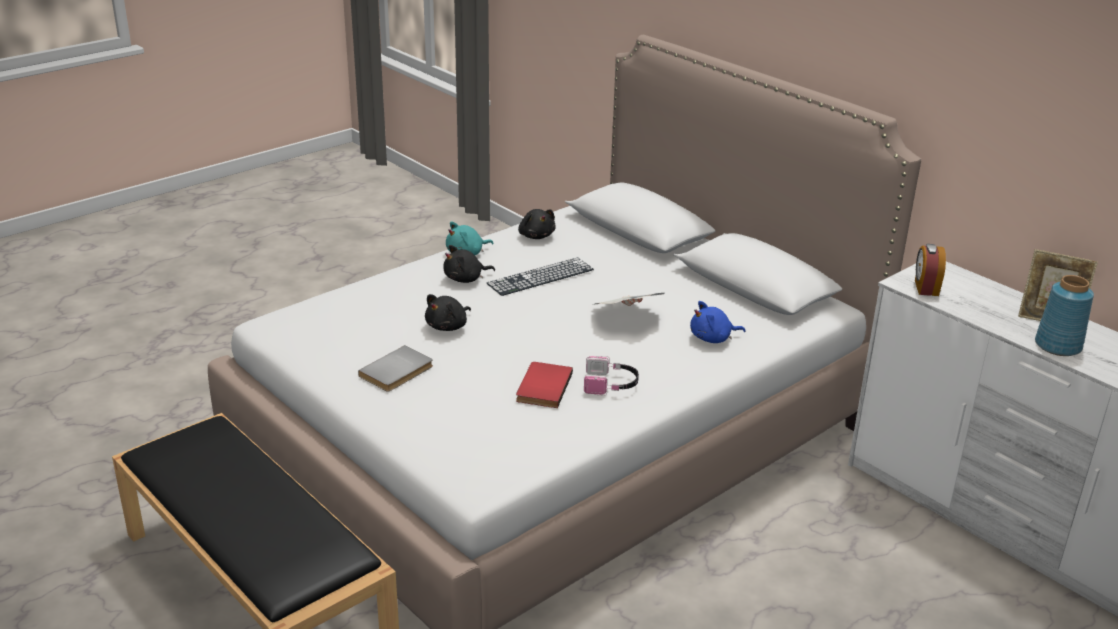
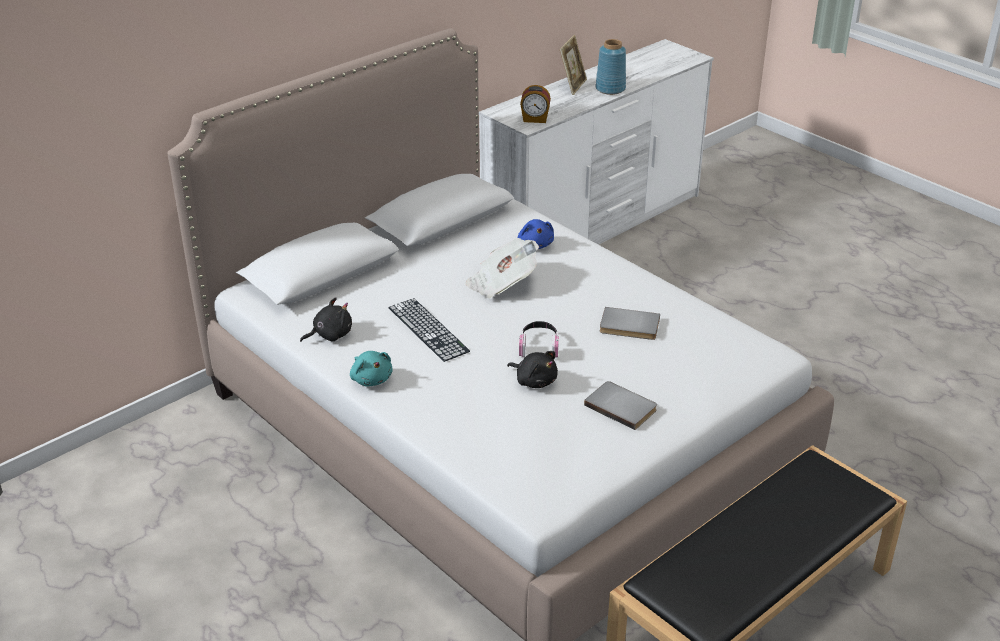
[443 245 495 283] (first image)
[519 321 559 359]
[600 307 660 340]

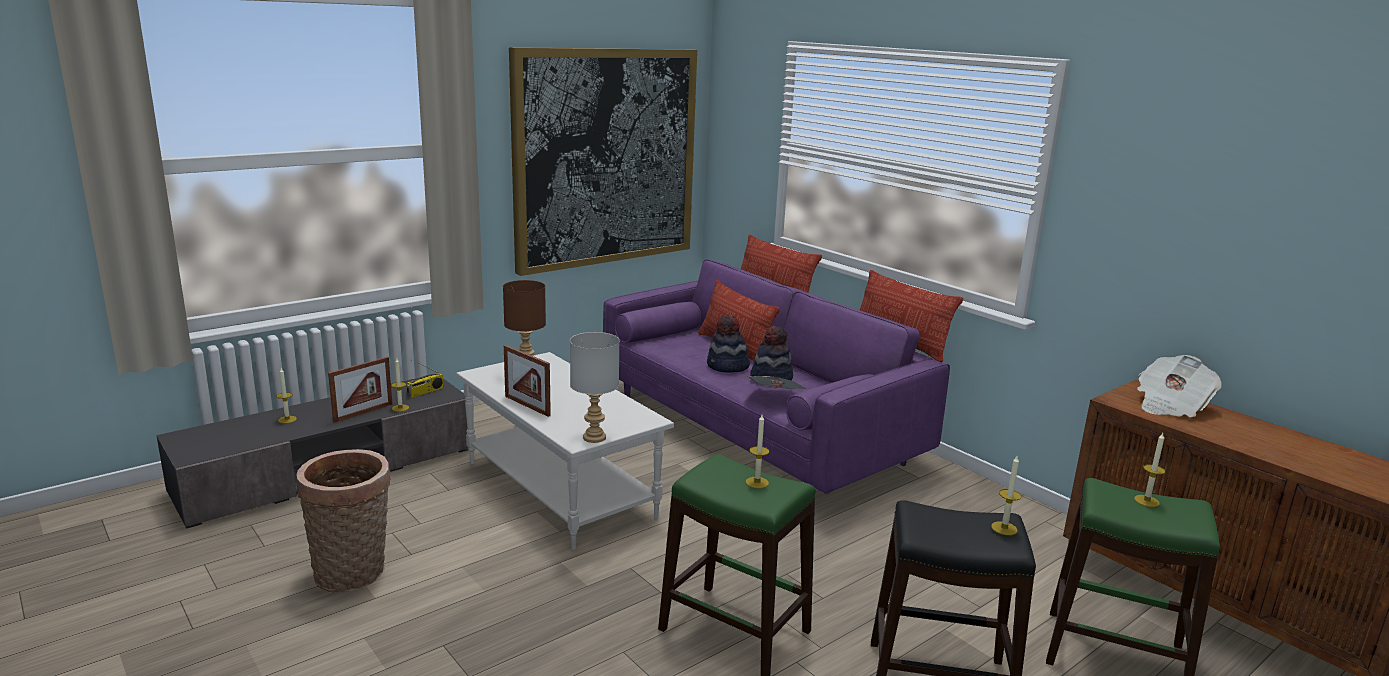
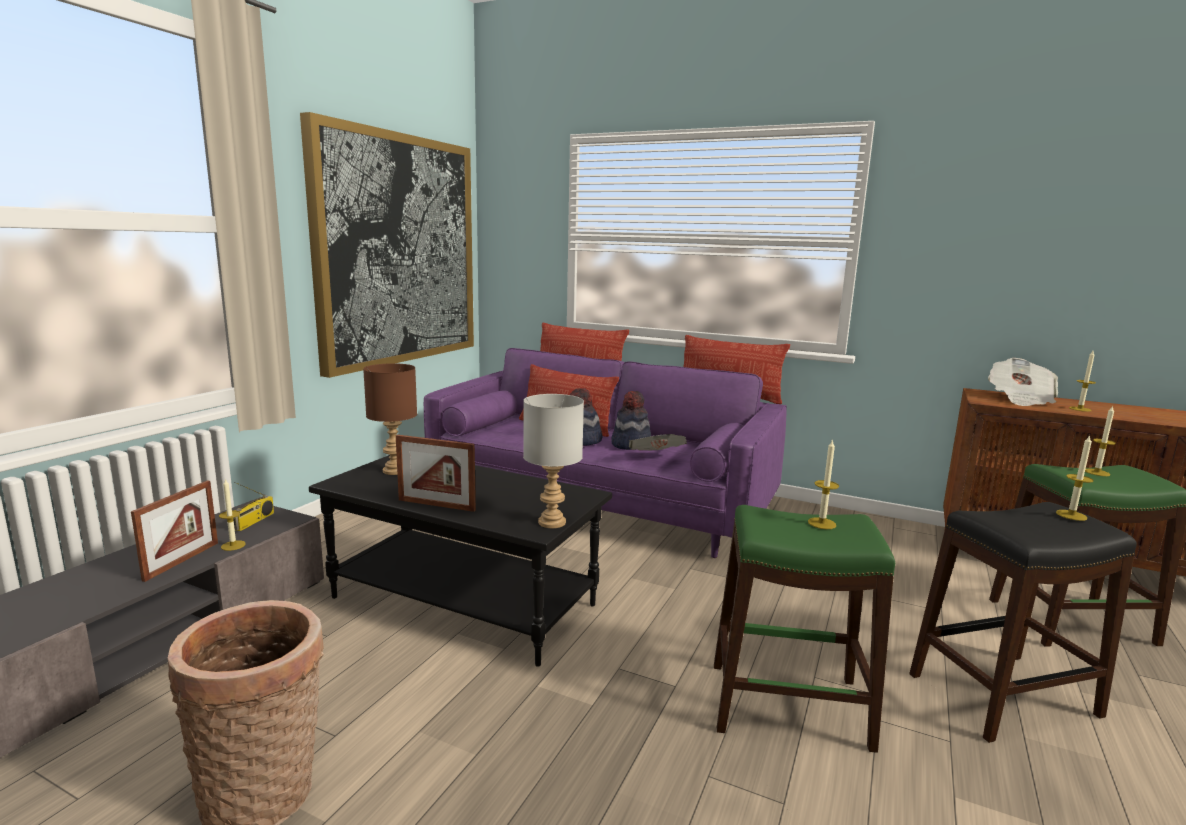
[1069 351 1096 412]
[309 455 612 667]

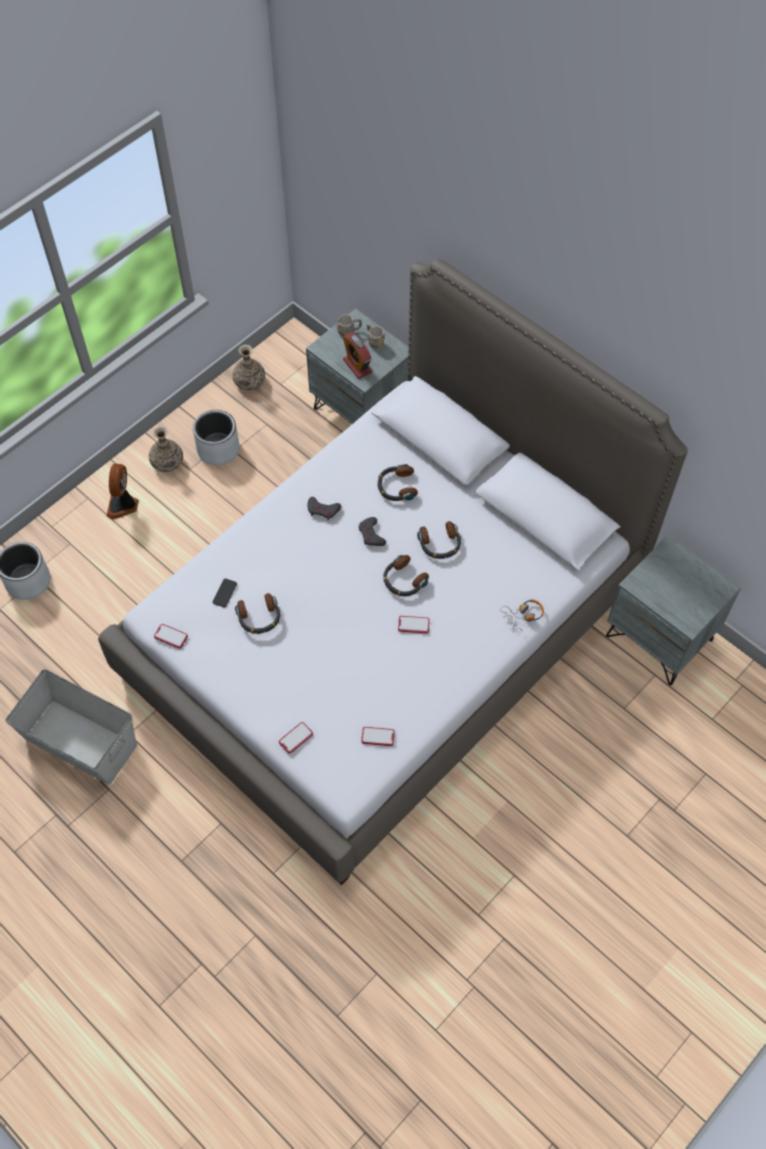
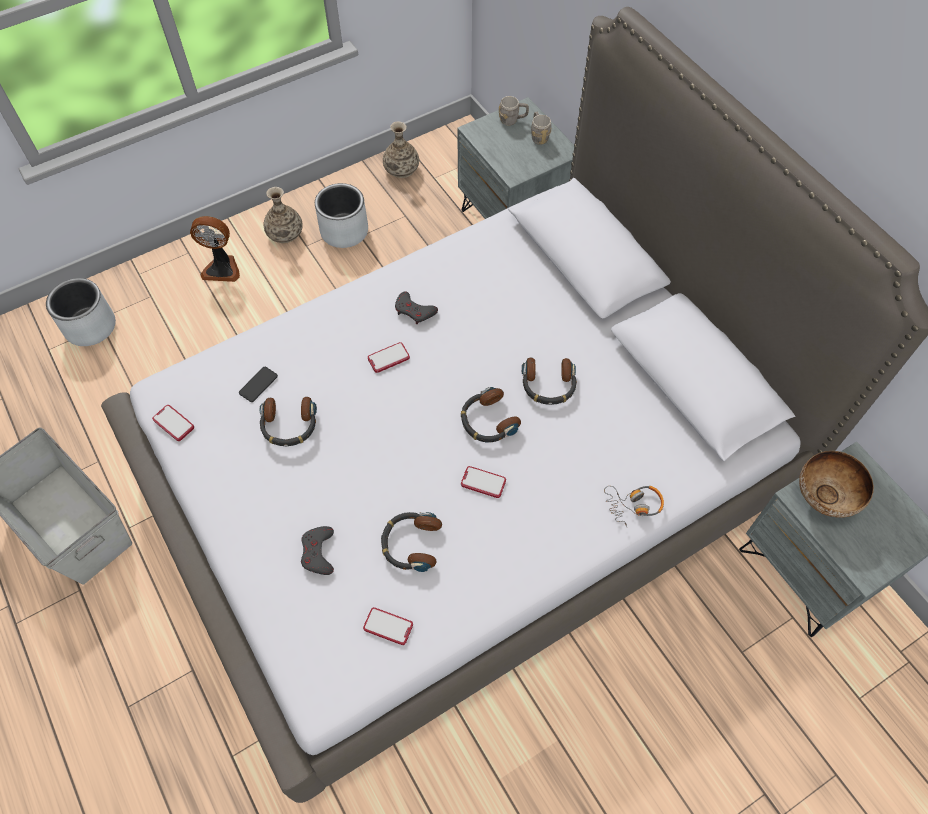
[343 332 372 379] (first image)
[799 451 874 518]
[368 342 410 373]
[301 526 334 575]
[381 512 442 572]
[190 216 240 282]

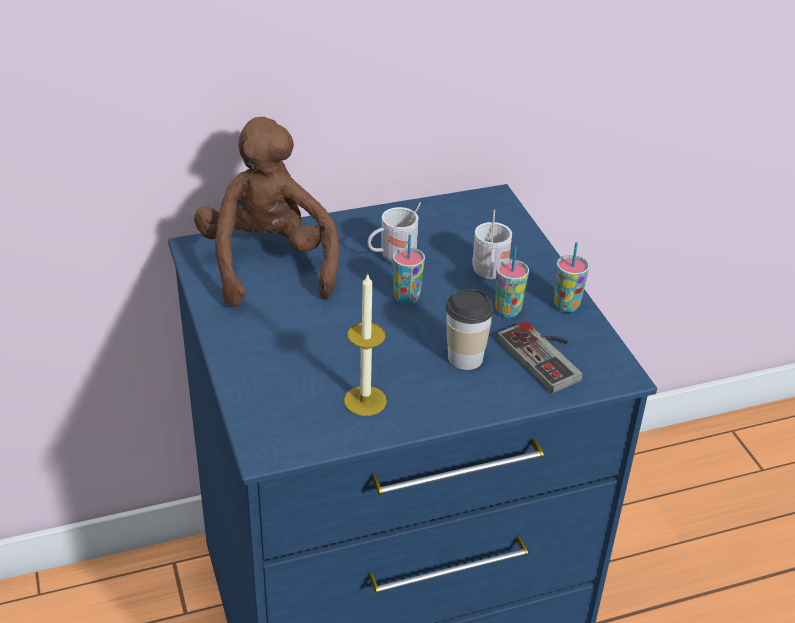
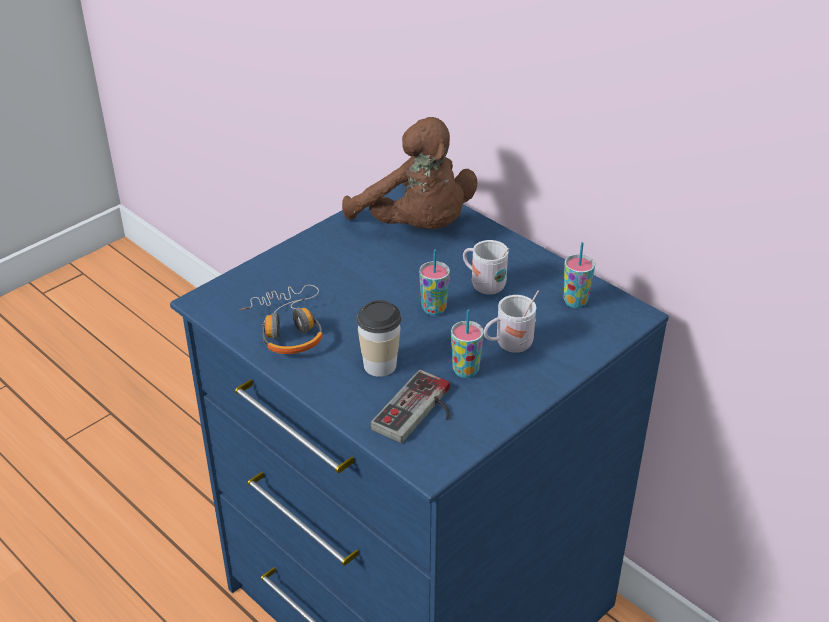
[564 242 595 308]
[239 285 323 354]
[342 117 477 229]

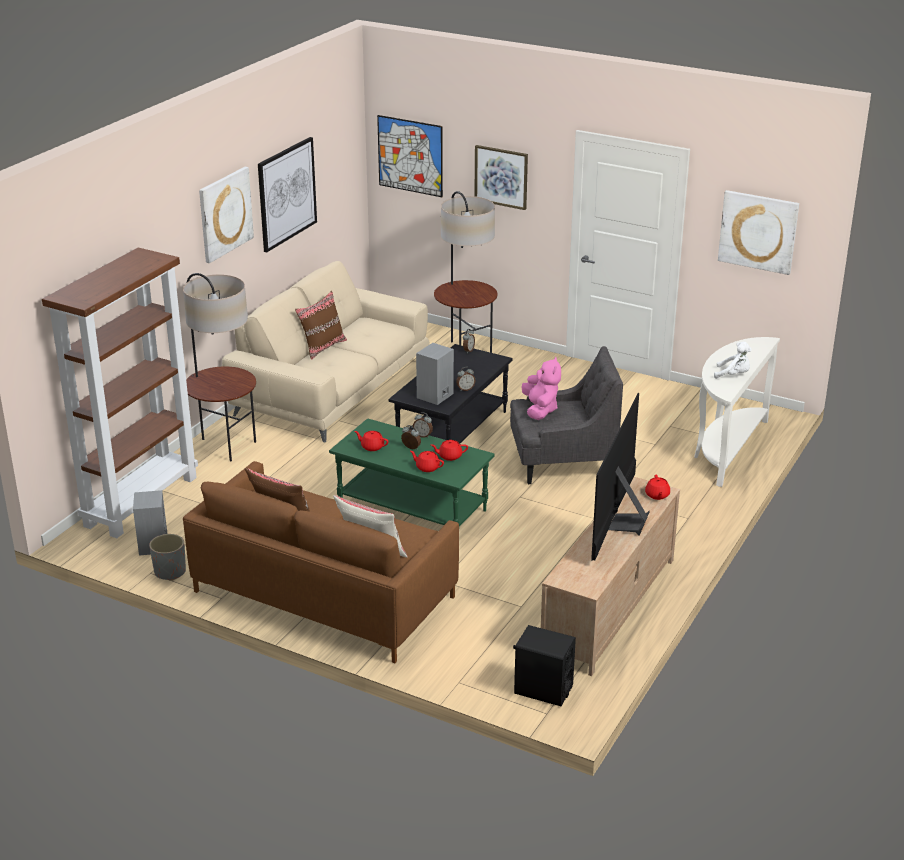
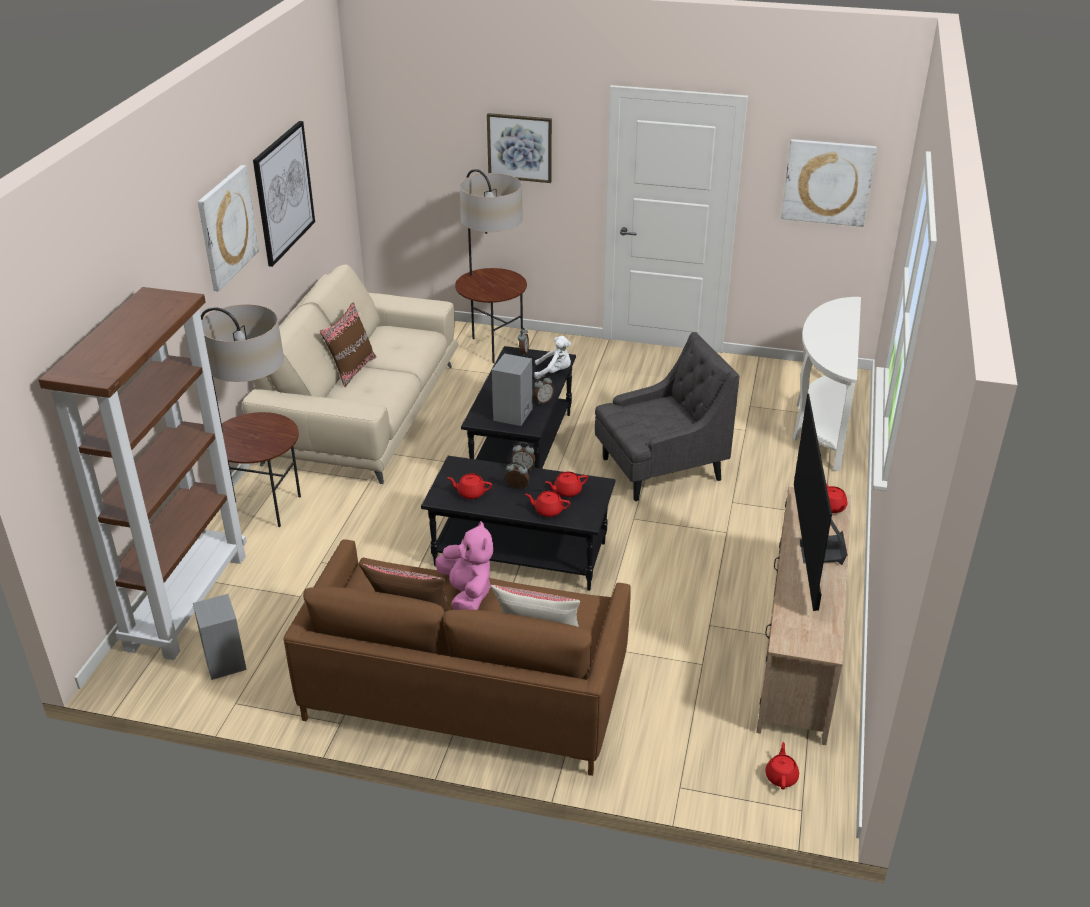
[149 534 186 581] (first image)
[377 115 443 197] (first image)
[435 521 493 610]
[534 336 571 379]
[765 742 799 789]
[421 456 616 591]

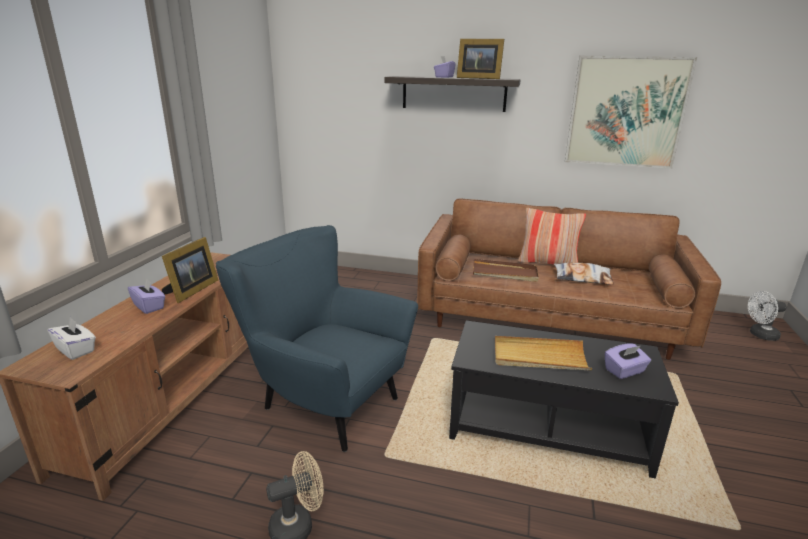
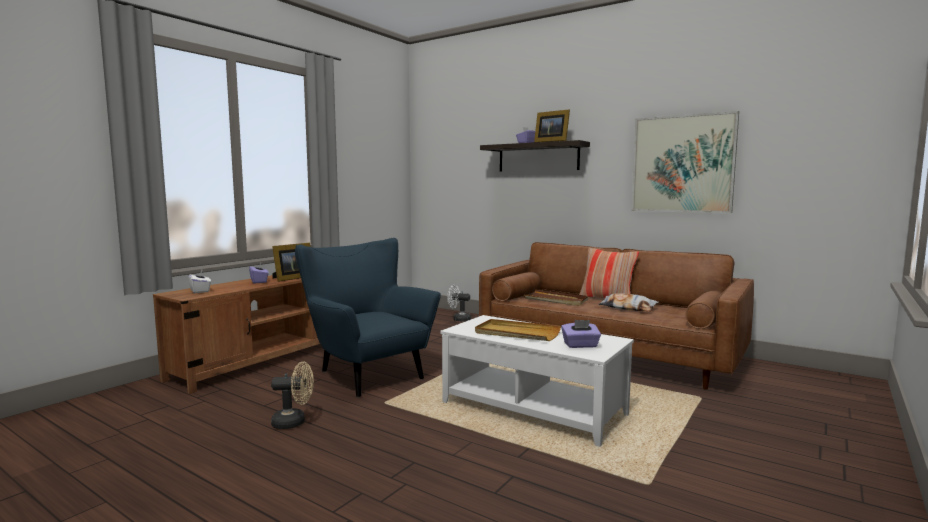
[447 285 471 322]
[440 315 634 447]

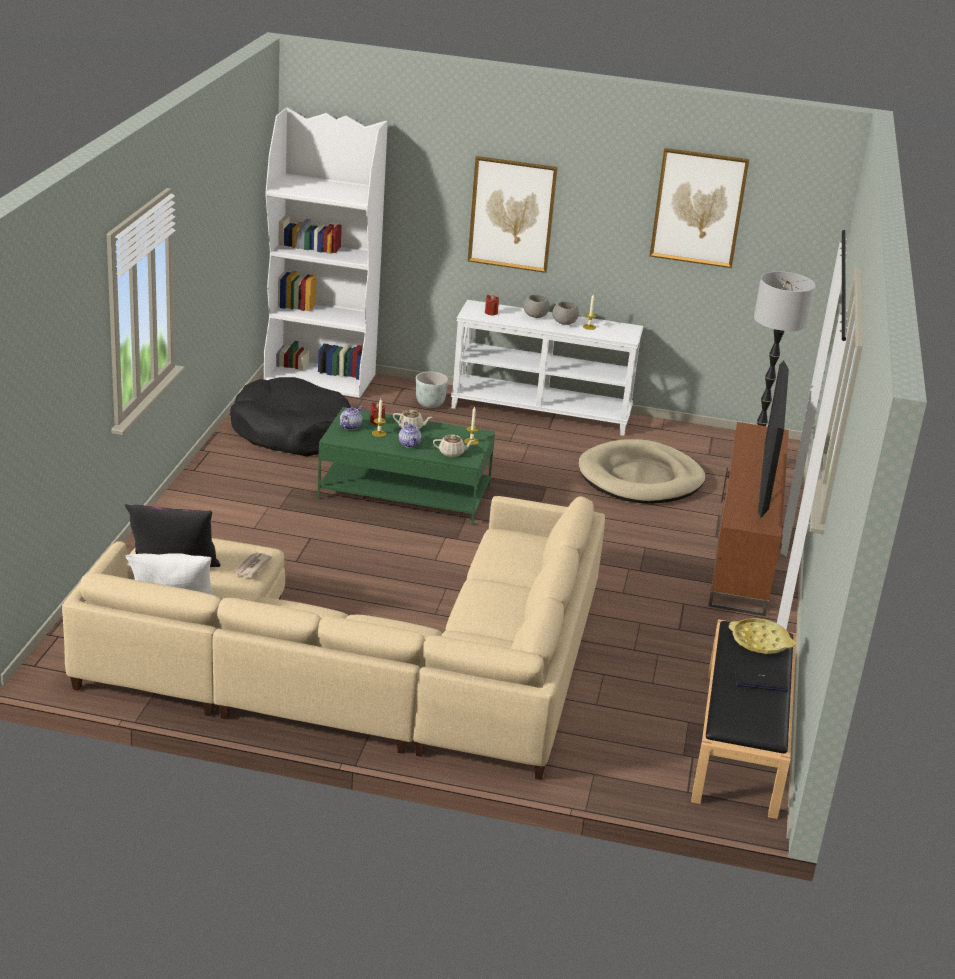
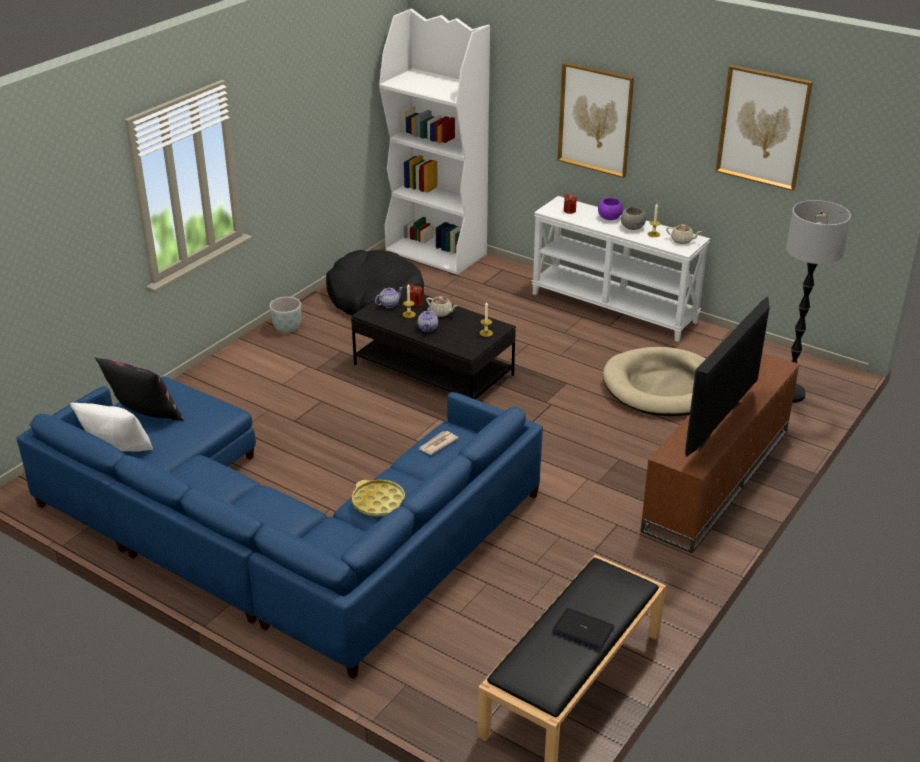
[418 431 459 455]
[270 297 301 333]
[666 224 702 244]
[352 480 405 516]
[16 376 543 679]
[351 285 516 399]
[598 198 623 220]

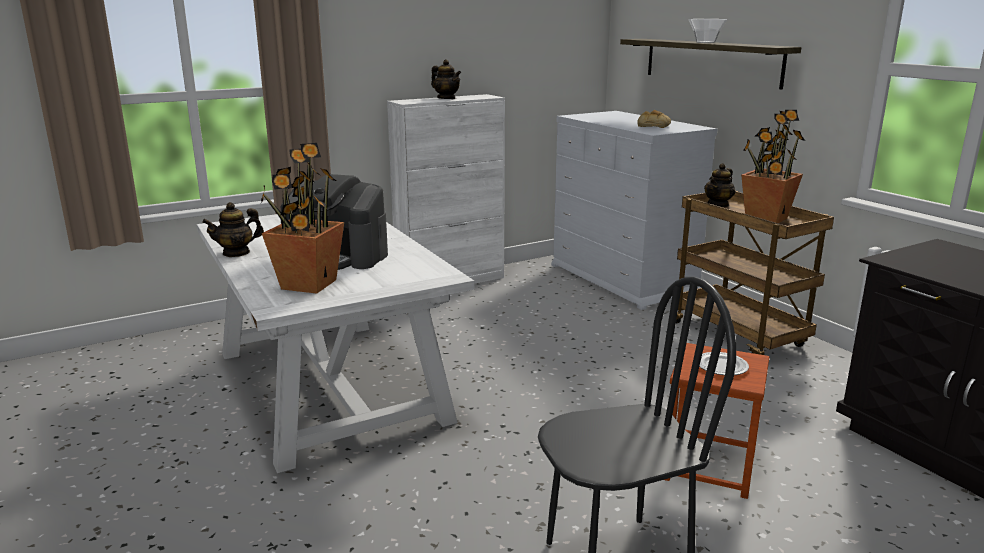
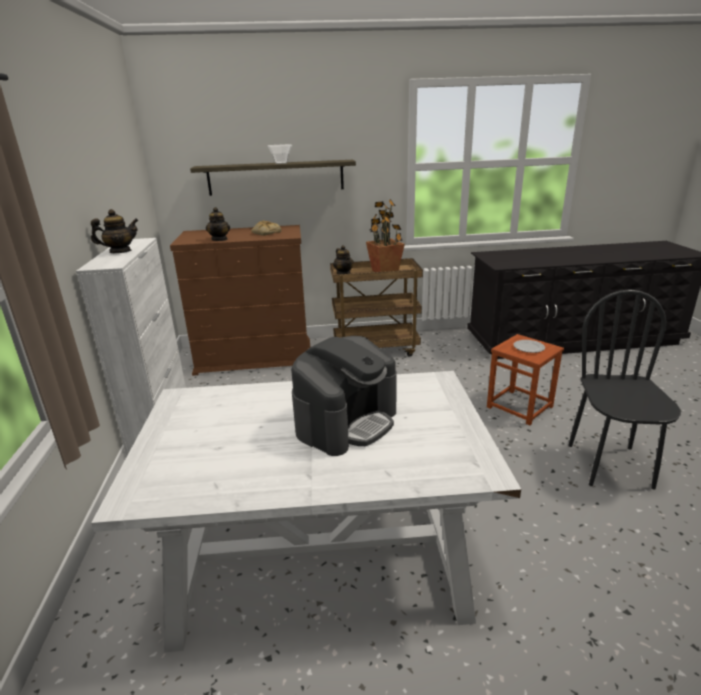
[260 143 344 294] (first image)
[206 207 230 241]
[170 225 310 376]

